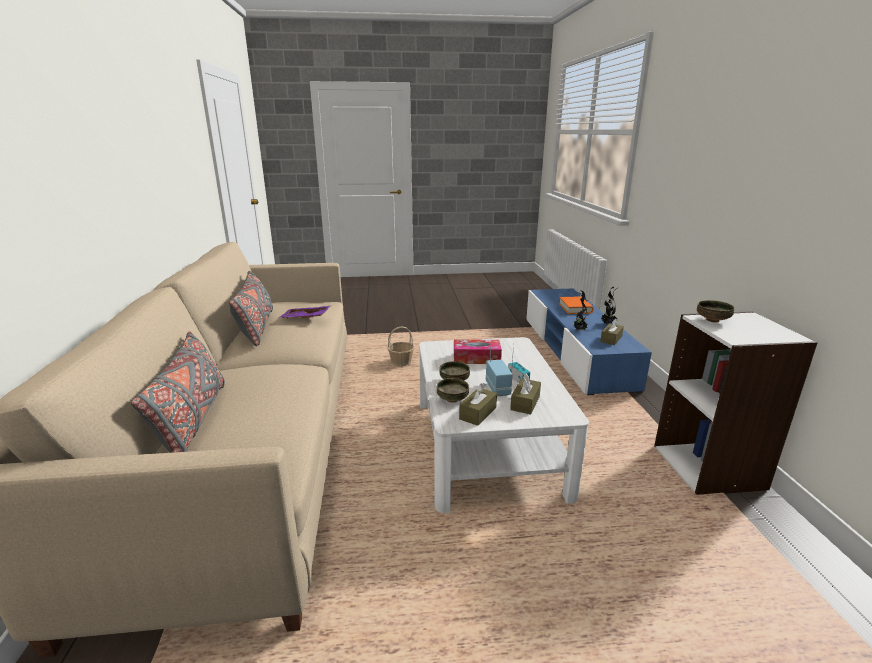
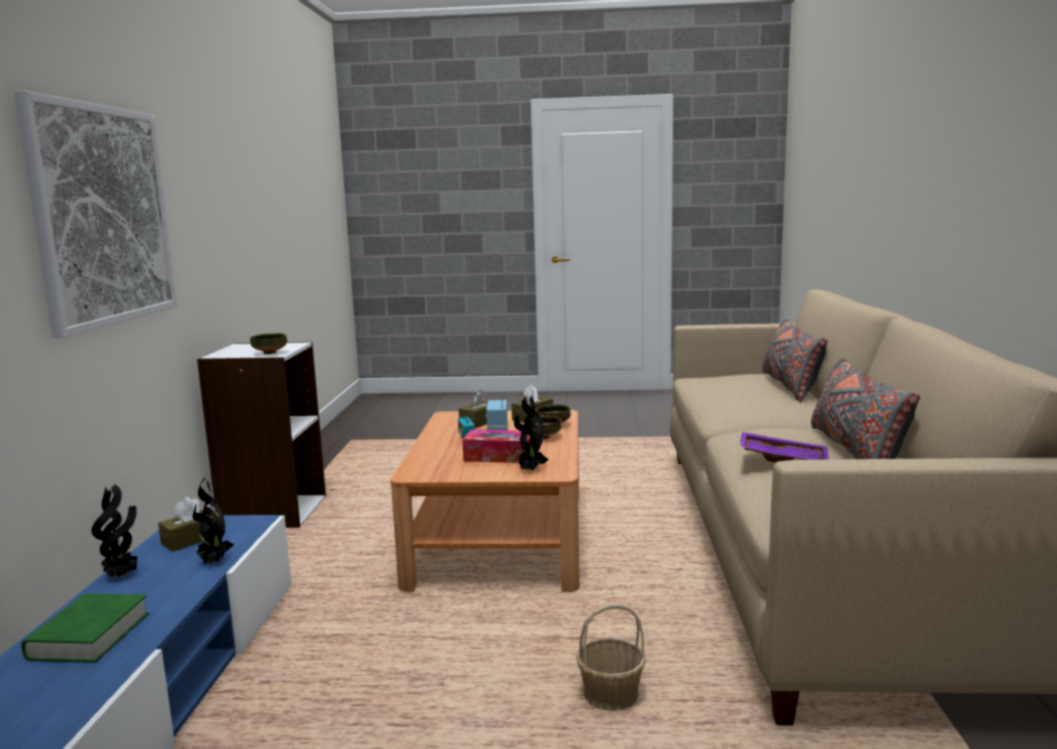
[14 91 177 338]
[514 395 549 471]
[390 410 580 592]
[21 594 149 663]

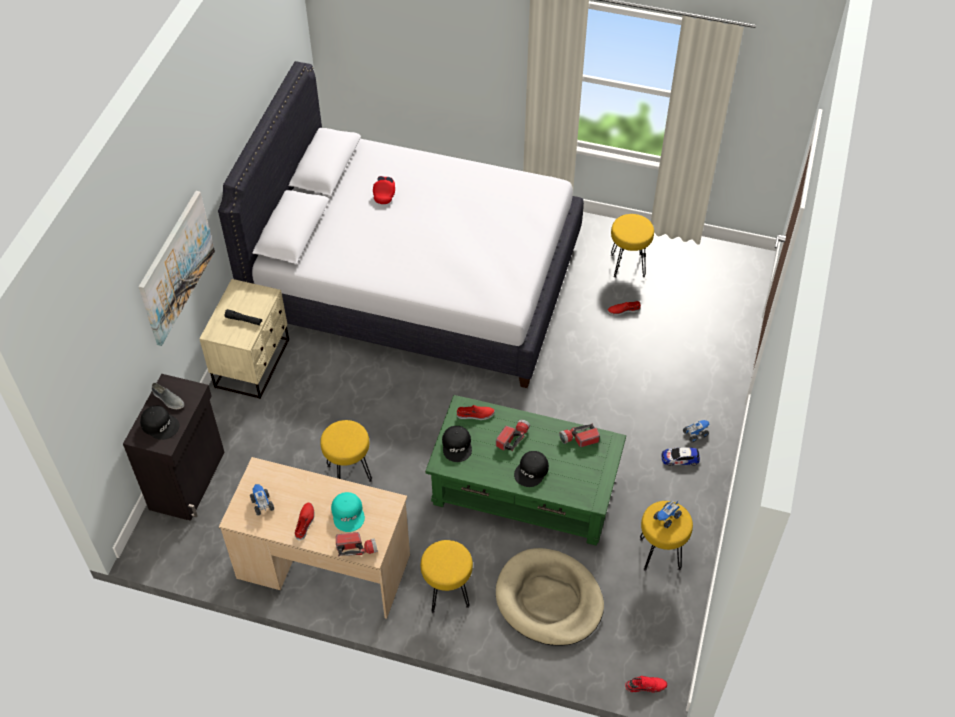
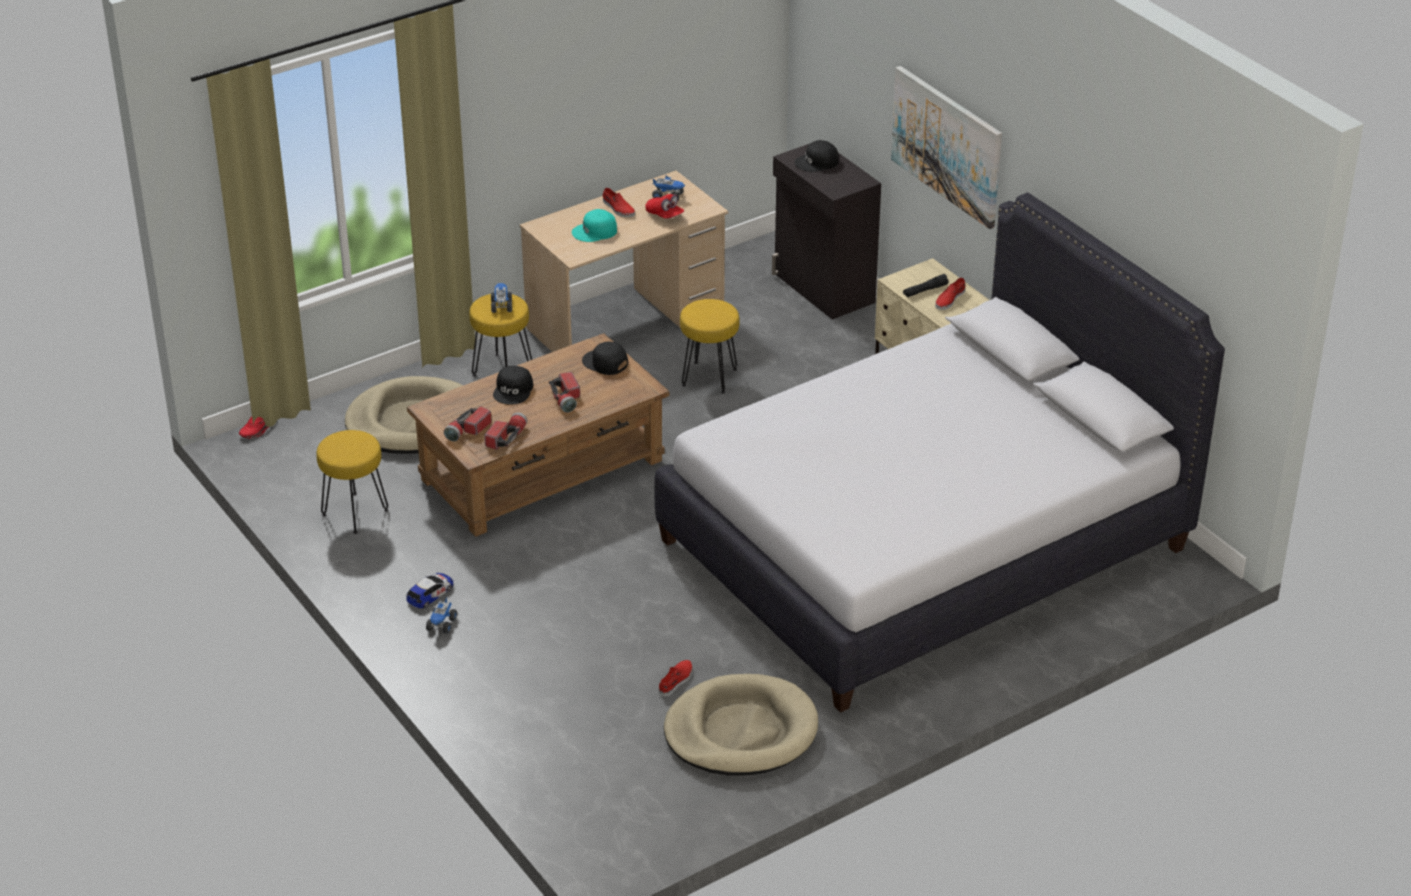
[152 383 184 409] (first image)
[444 406 492 441]
[645 194 684 219]
[935 278 965 310]
[491 283 512 313]
[664 674 818 776]
[407 333 669 537]
[572 209 617 242]
[493 366 533 405]

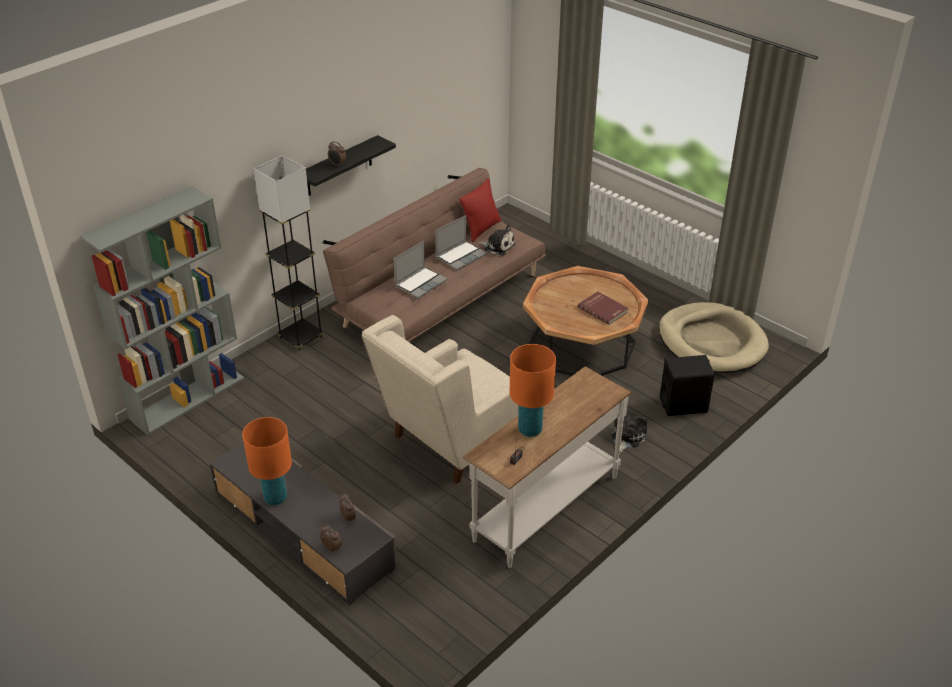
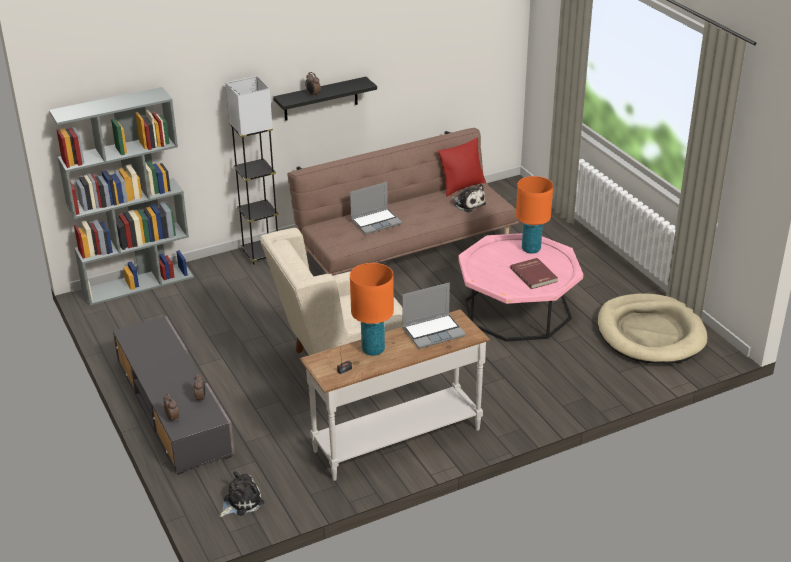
[660 355 714 416] (first image)
[516 176 553 254]
[402 283 466 349]
[219 471 264 517]
[458 233 583 342]

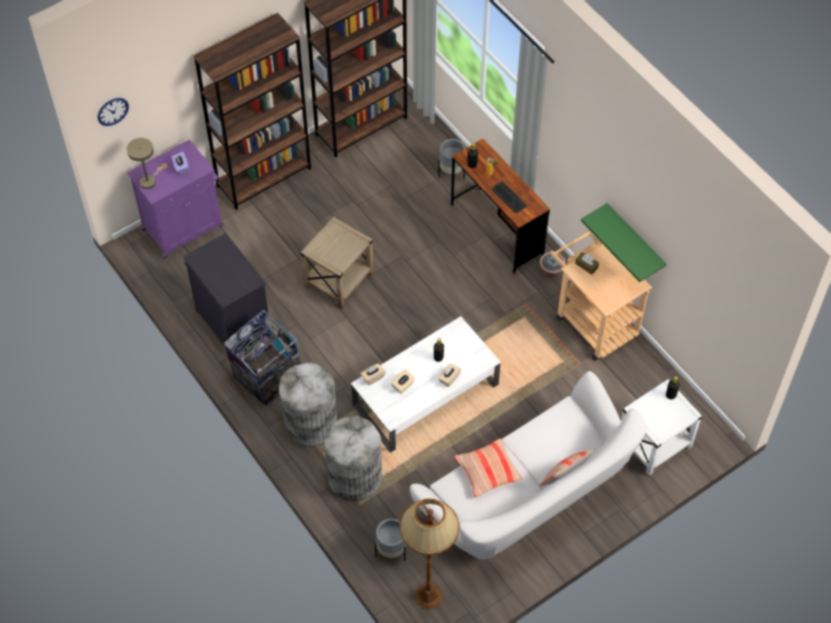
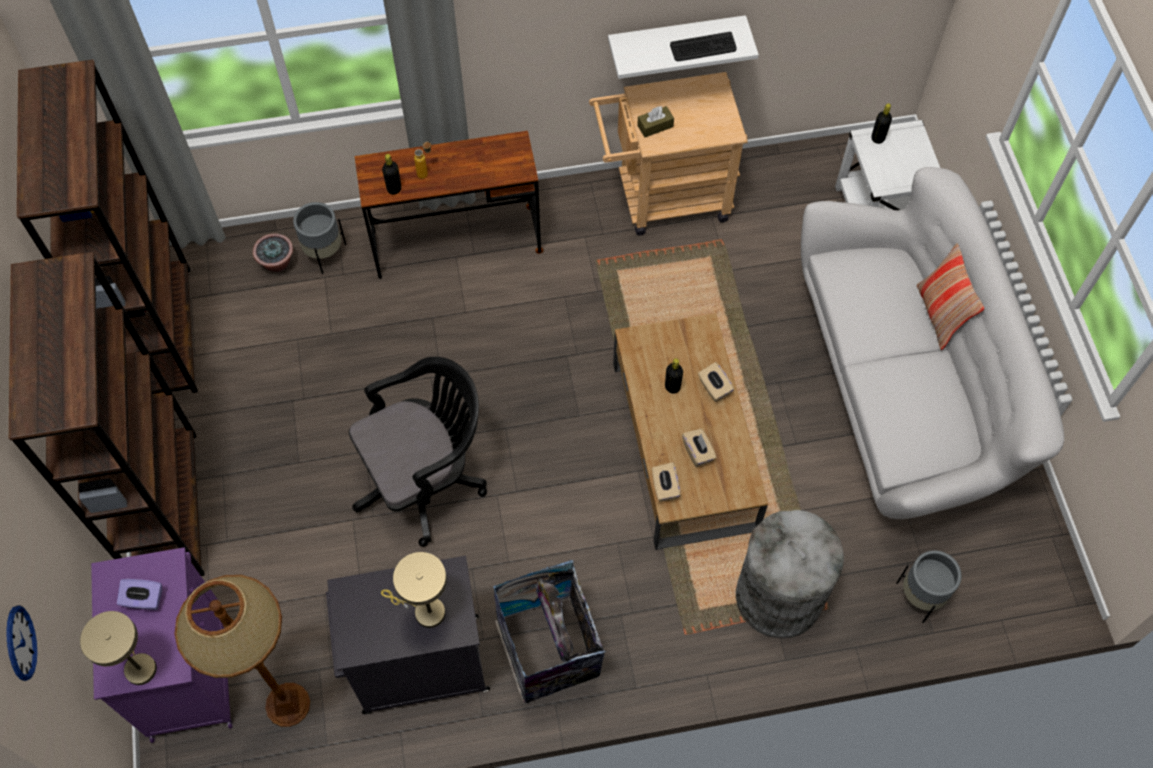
[279 363 337 447] (first image)
[455 438 522 497] (first image)
[381 552 447 628]
[175 575 310 727]
[670 32 737 61]
[253 234 293 272]
[349 357 487 547]
[613 313 768 550]
[608 15 759 79]

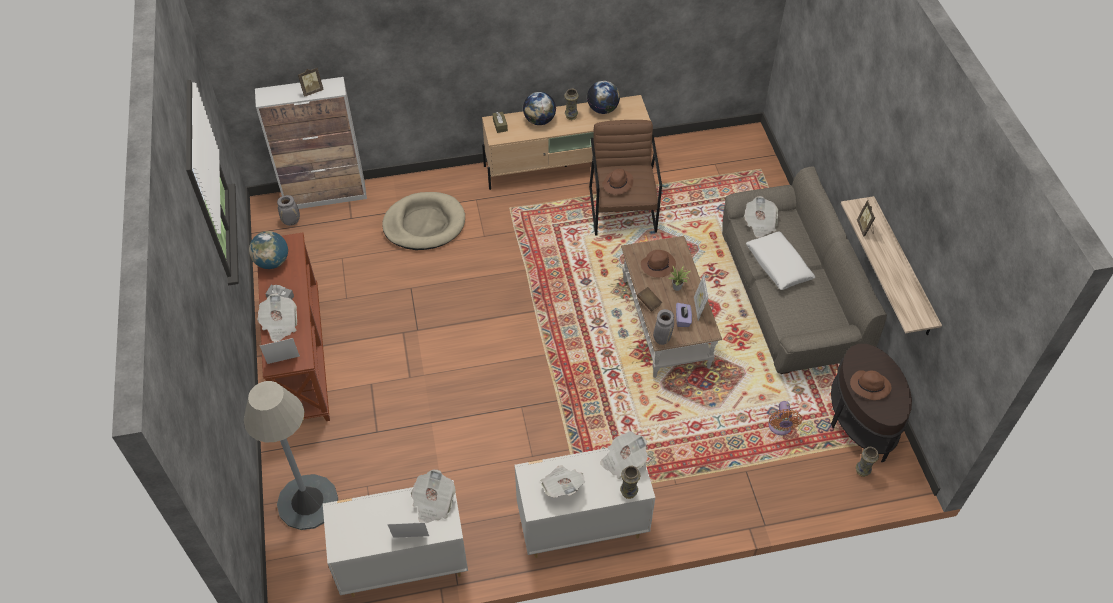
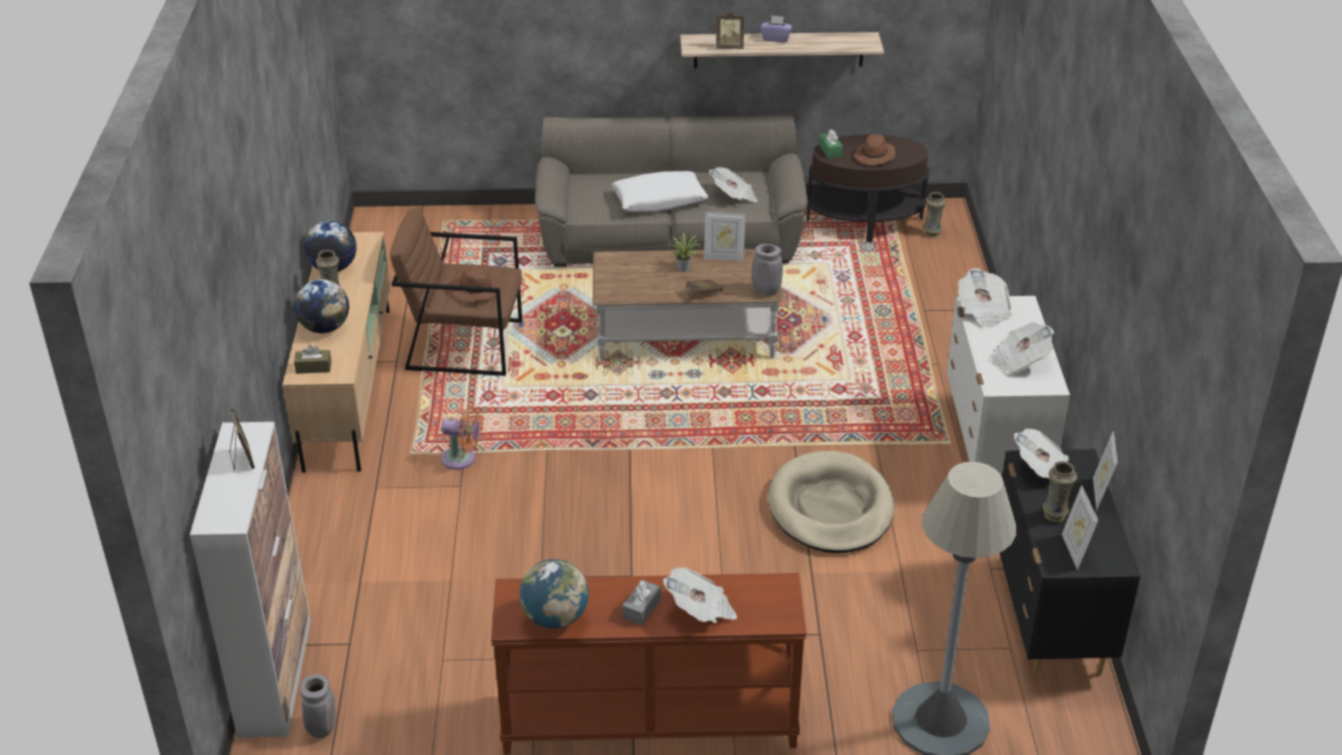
[641 250 676 277] (first image)
[819 129 843 159]
[1062 485 1098 570]
[768 451 894 553]
[1043 461 1077 522]
[760 15 792 43]
[709 167 758 202]
[441 407 481 470]
[1000 449 1140 677]

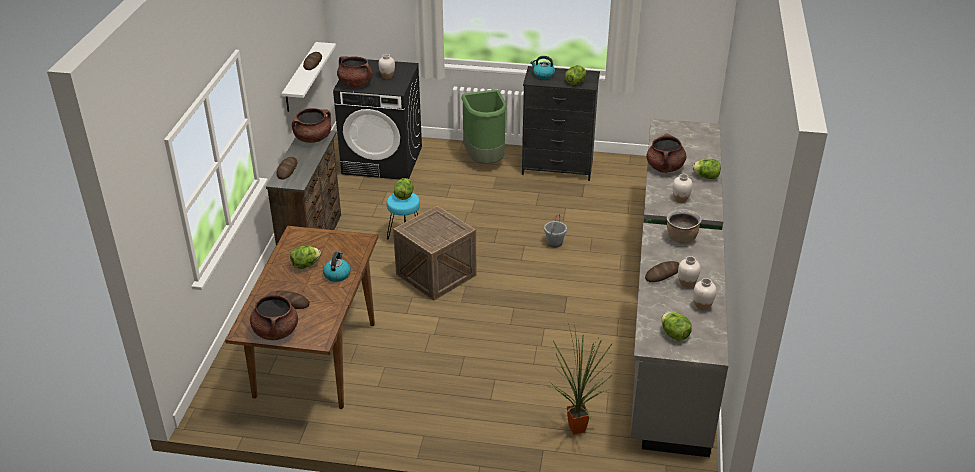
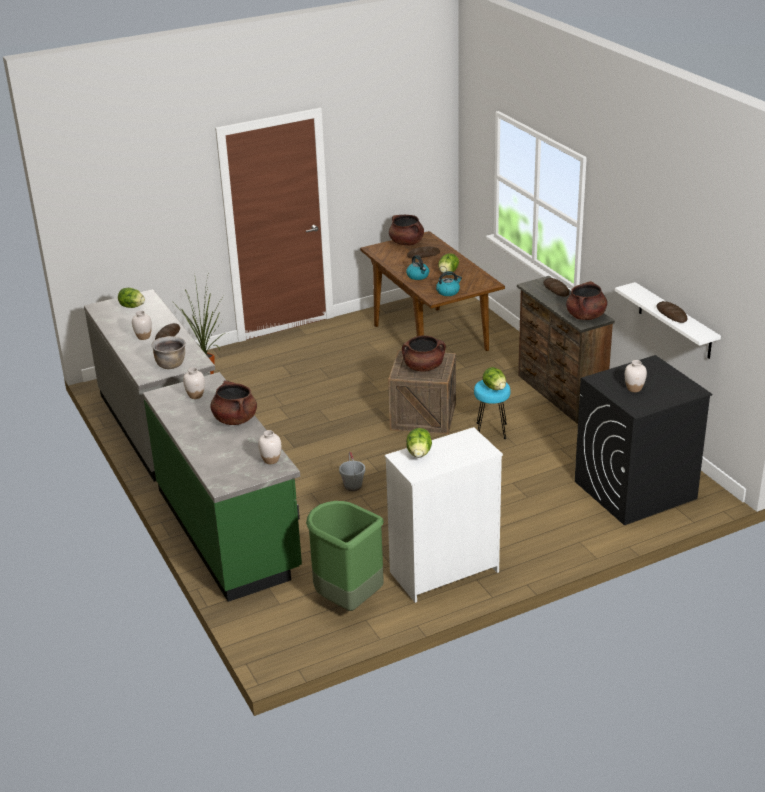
[692 158 721 179] (first image)
[402 335 446 371]
[306 501 384 611]
[436 271 462 296]
[258 430 281 464]
[385 427 503 603]

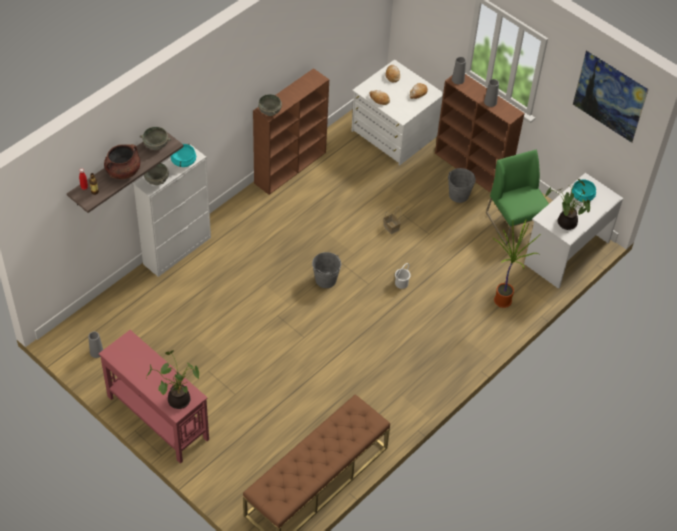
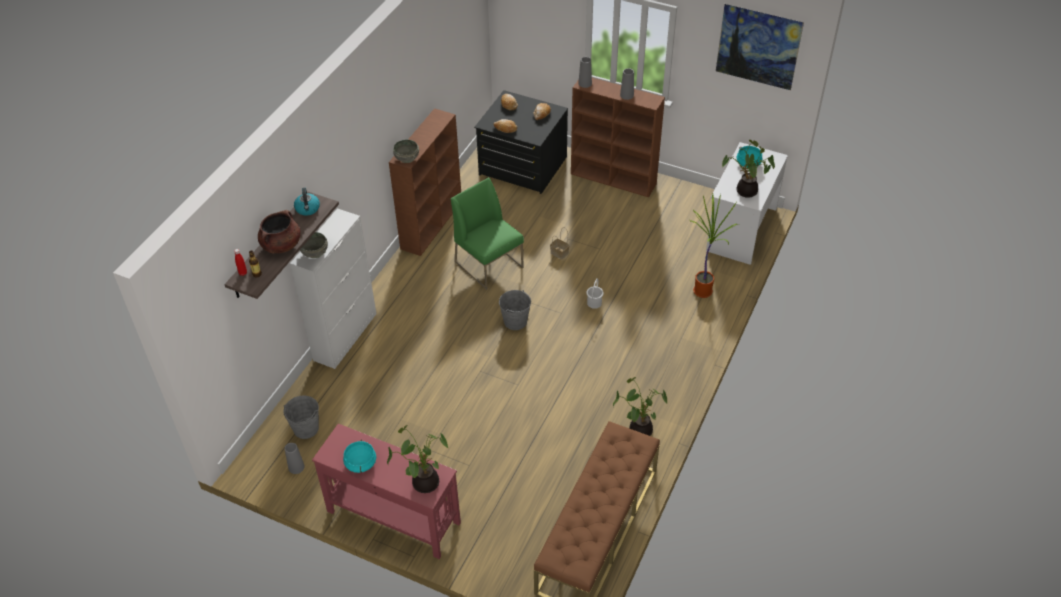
[613 377 667 436]
[343 439 376 473]
[283 396 319 439]
[451 177 524 290]
[294 188 320 216]
[474 90 568 194]

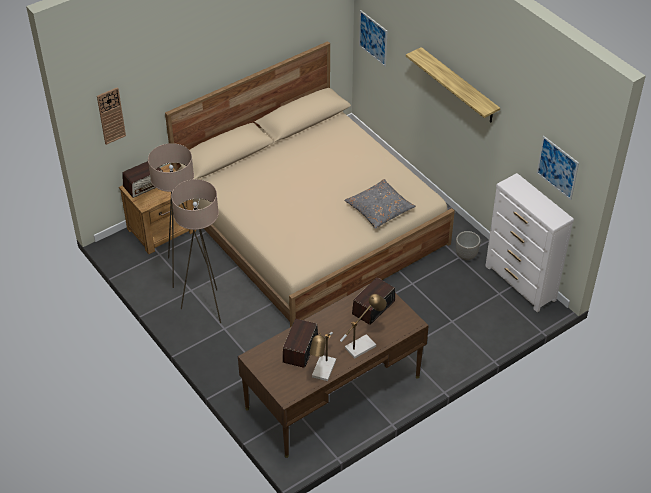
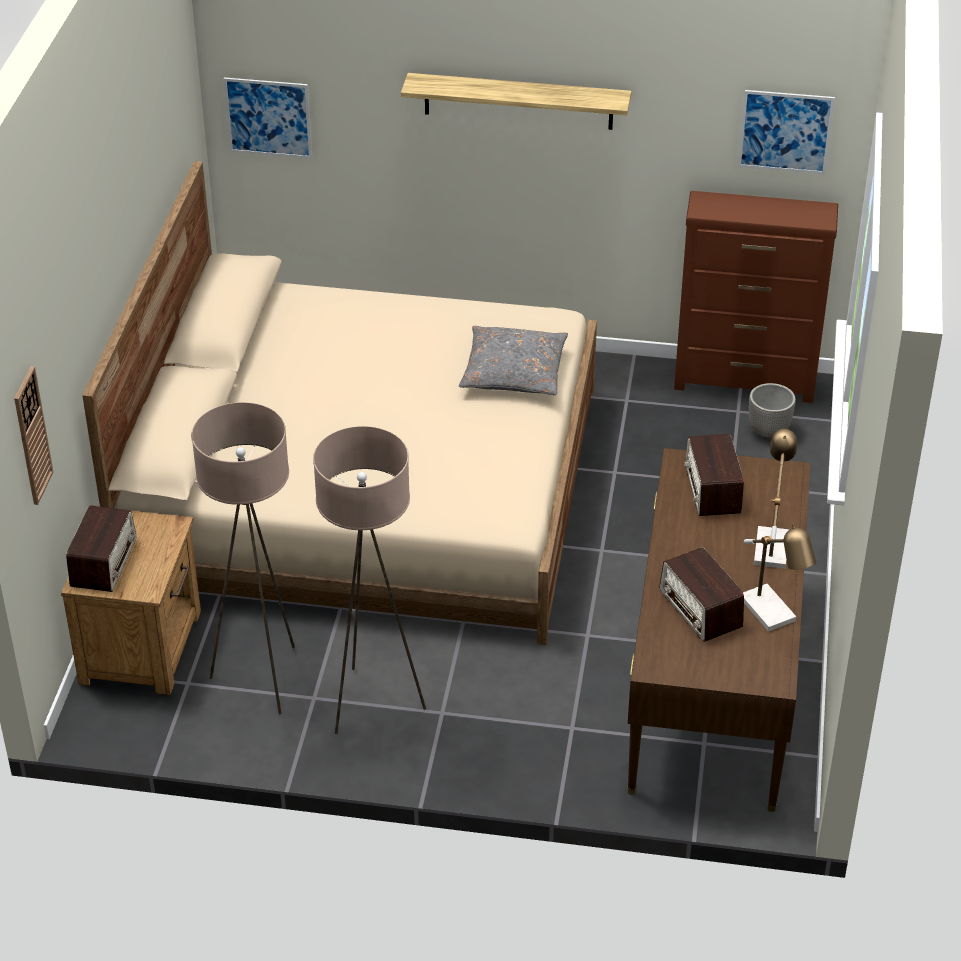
[749 383 796 439]
[674 191 838 403]

